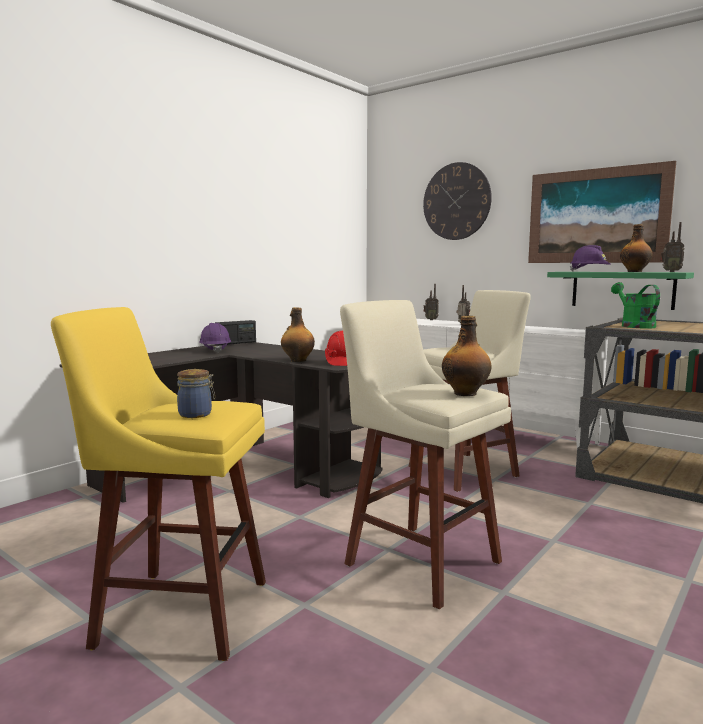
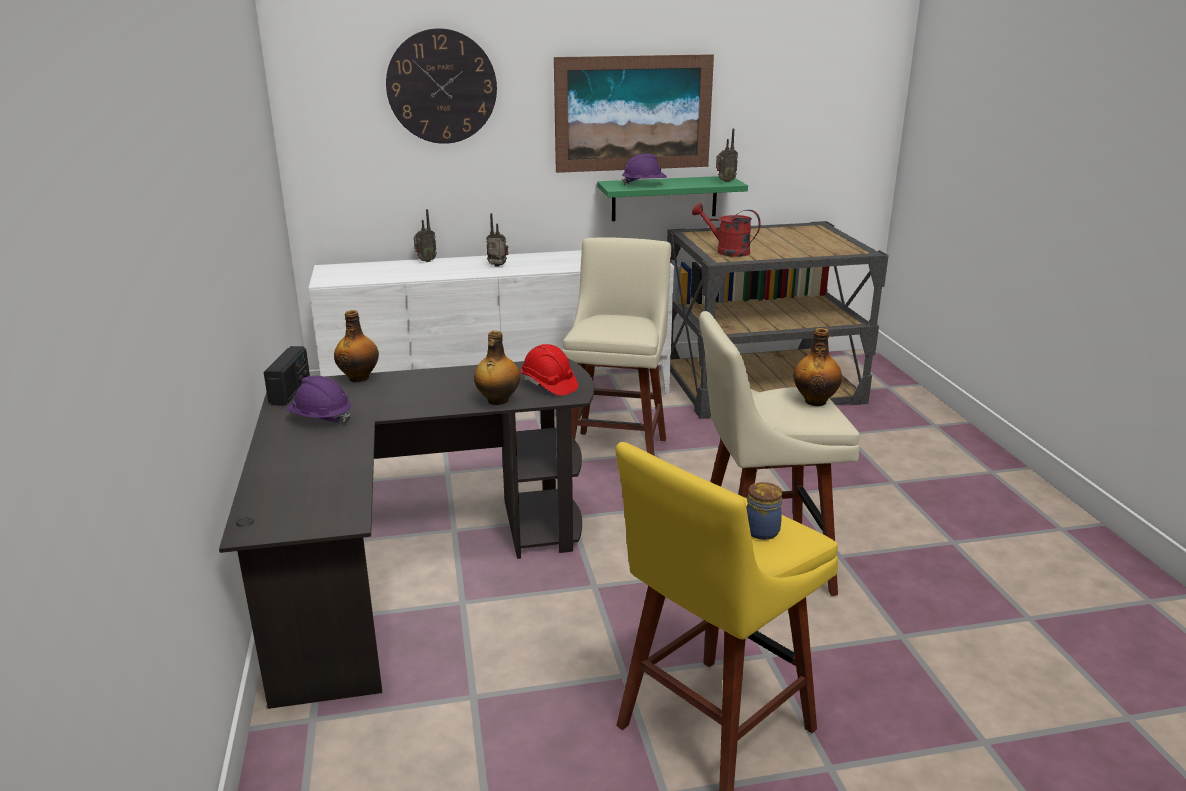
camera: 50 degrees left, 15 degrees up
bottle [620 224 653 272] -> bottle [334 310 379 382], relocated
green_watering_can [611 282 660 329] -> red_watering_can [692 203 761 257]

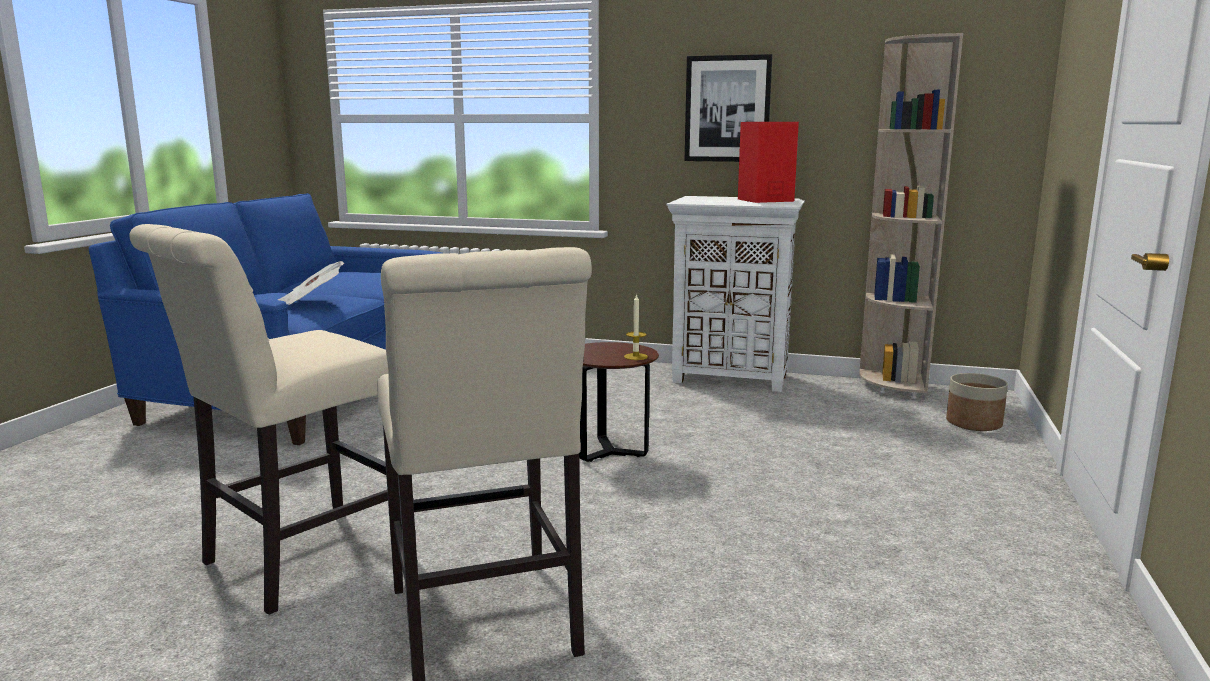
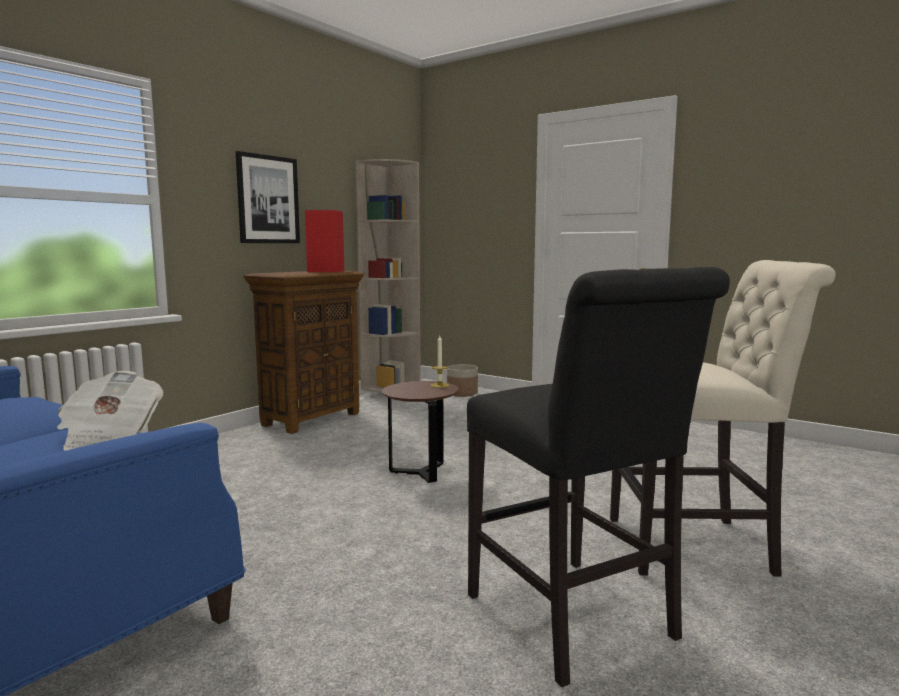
camera: 70 degrees left, 5 degrees down
white_cabinet [666 196 805 392] -> brown_cabinet [243 271 365 434]
beige_stool [129 224 388 615] -> black_stool [467 267 730 687]

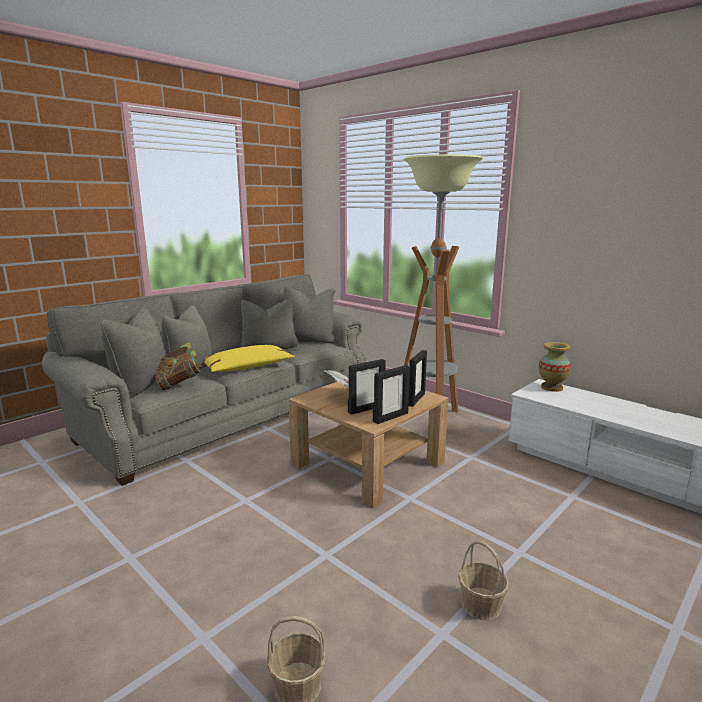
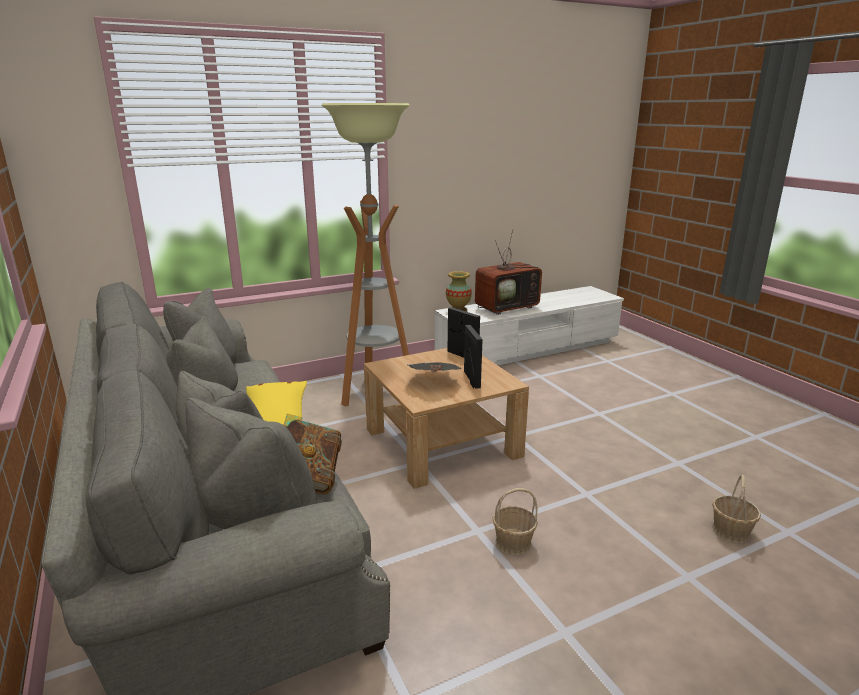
camera: 70 degrees left, 5 degrees up
none -> television [475 229 542 315]
basket [458 540 509 620] -> basket [493 488 538 555], relocated
picture_frame [373 365 410 424] -> none

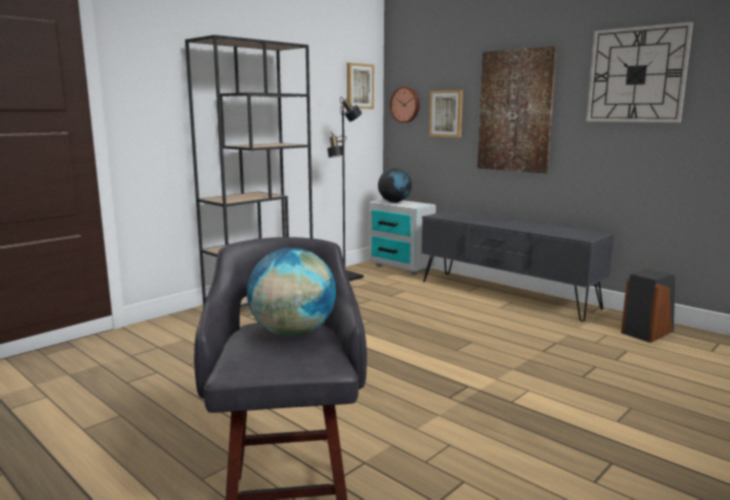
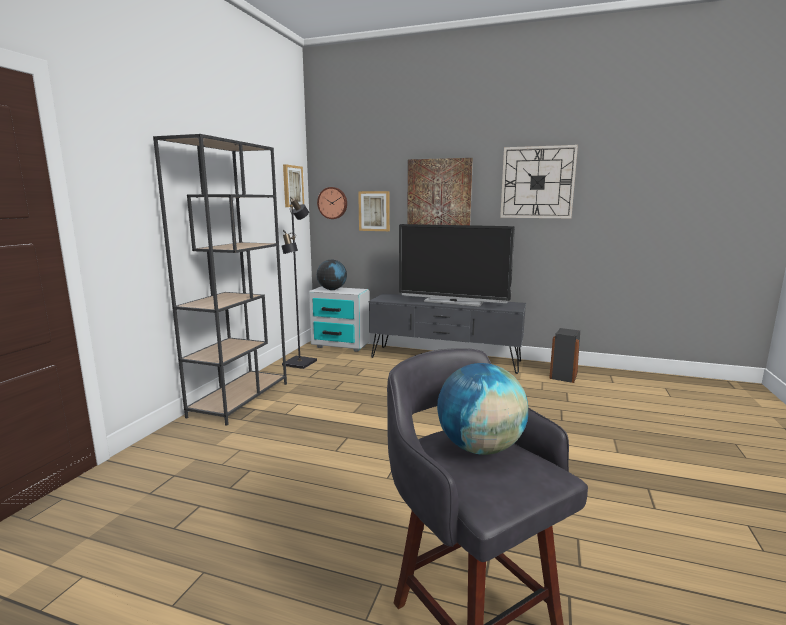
camera: 25 degrees left, 0 degrees up
none -> television [399 224 515 307]

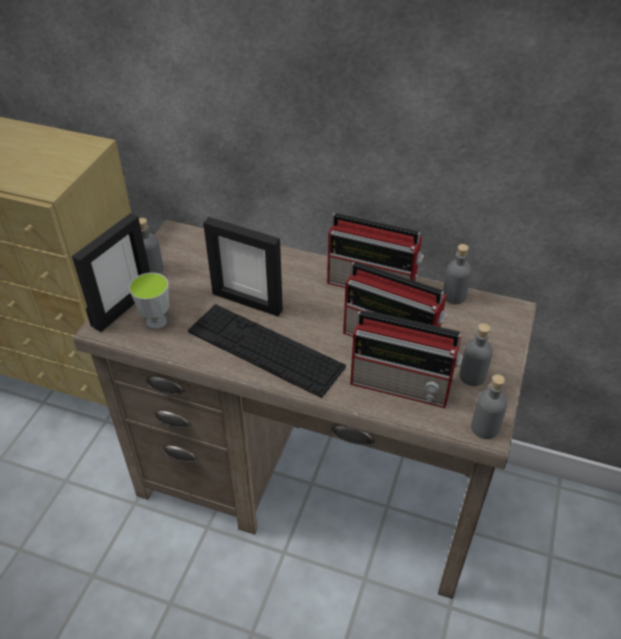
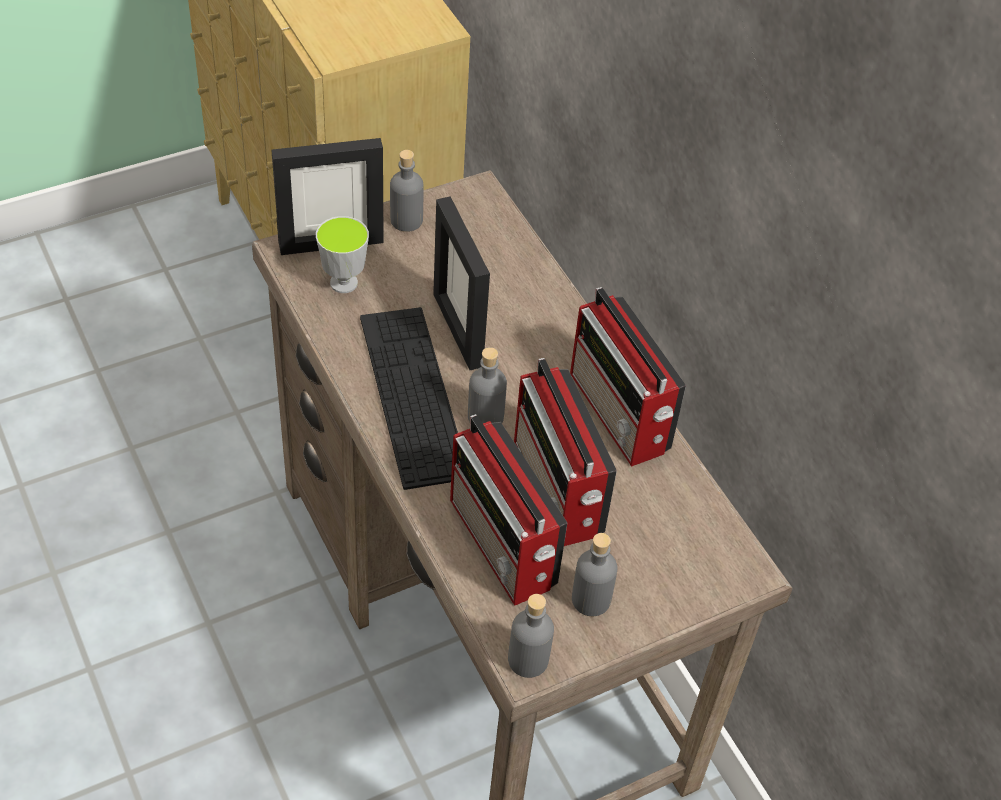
camera: 40 degrees right, 5 degrees up
grey_bottle [443 244 472 304] -> grey_bottle [468 347 507 424], relocated

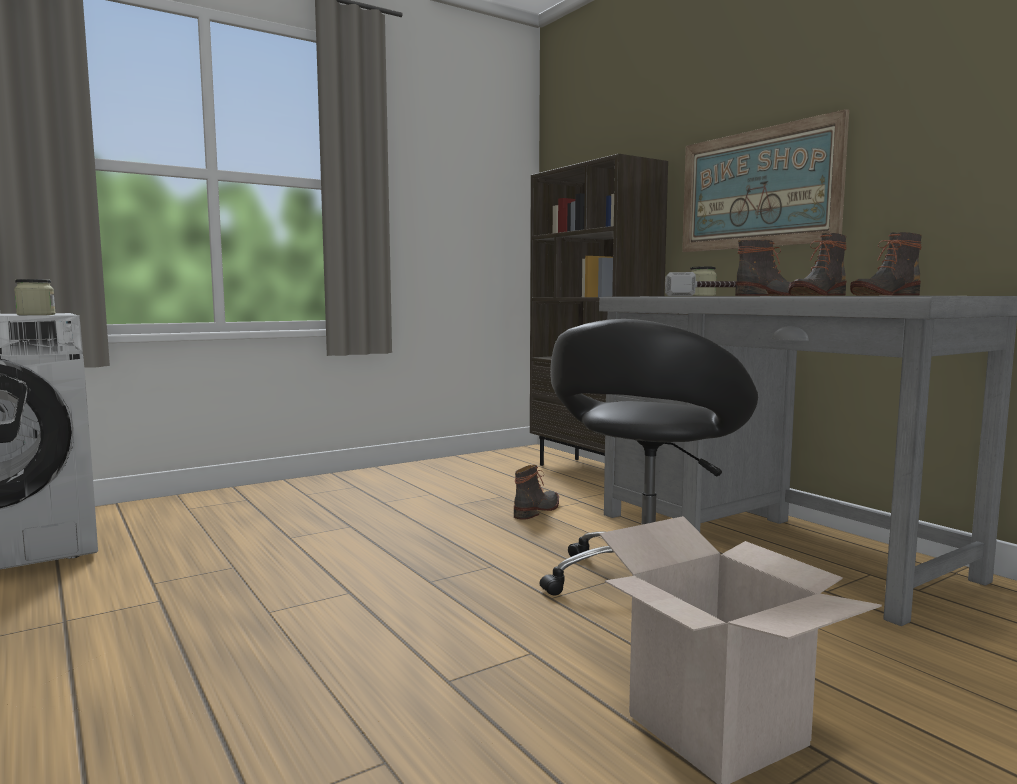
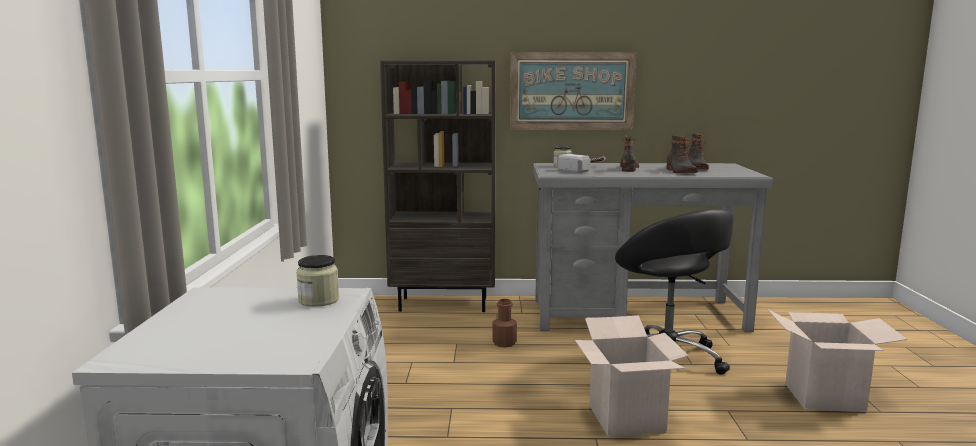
camera: 55 degrees left, 5 degrees up
boot [514 465 559 520] -> brown_bottle [492 299 517 348]
none -> cardboard_box [575 316 689 437]

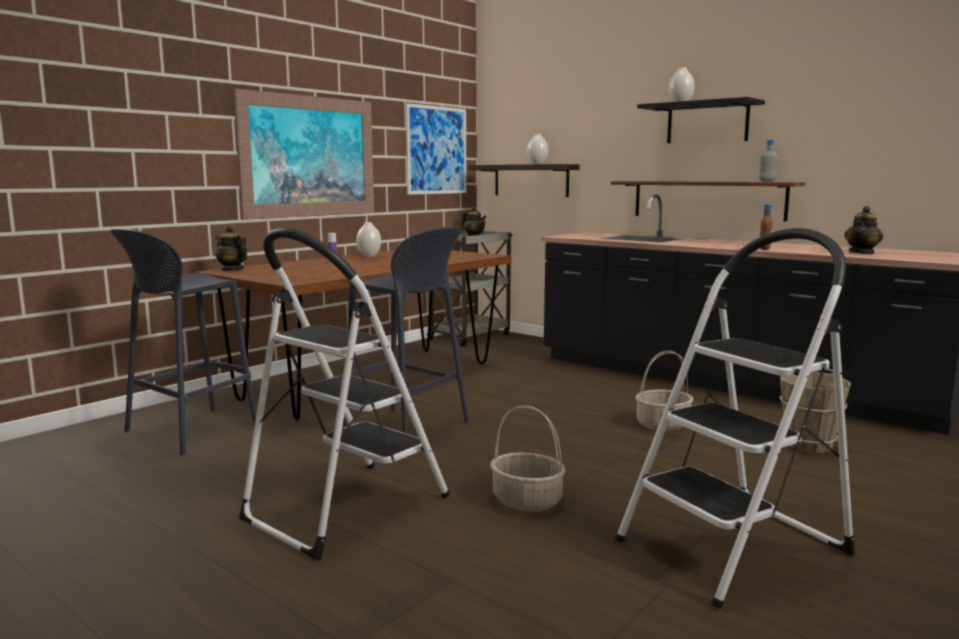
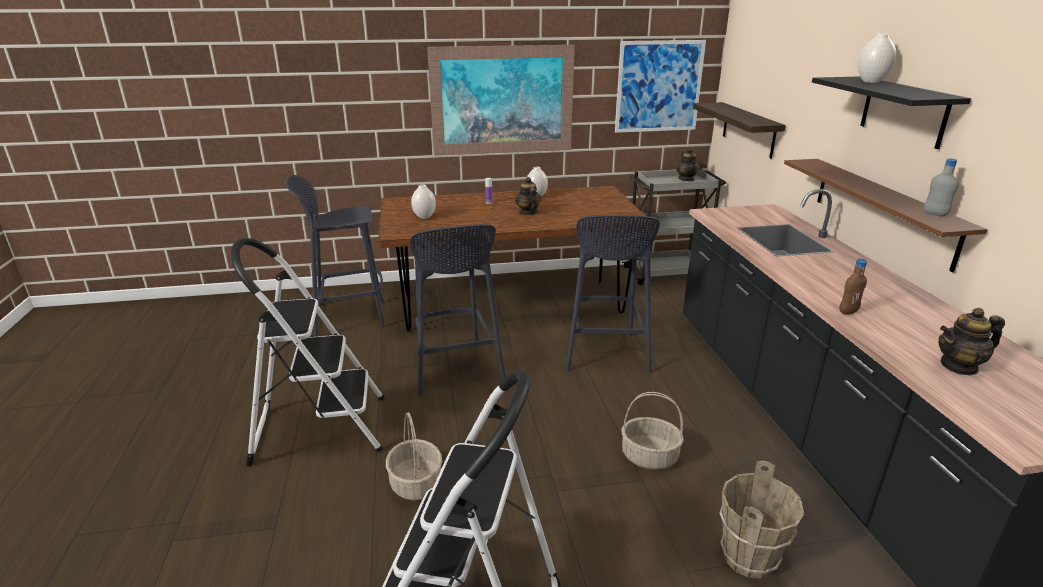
camera: 40 degrees right, 15 degrees up
white_vase [527 134 548 164] -> white_vase [411 184 436 219], relocated
teapot [215 226 247 271] -> teapot [515 177 542 215], relocated
none -> grey_stool [566 215 660 373]

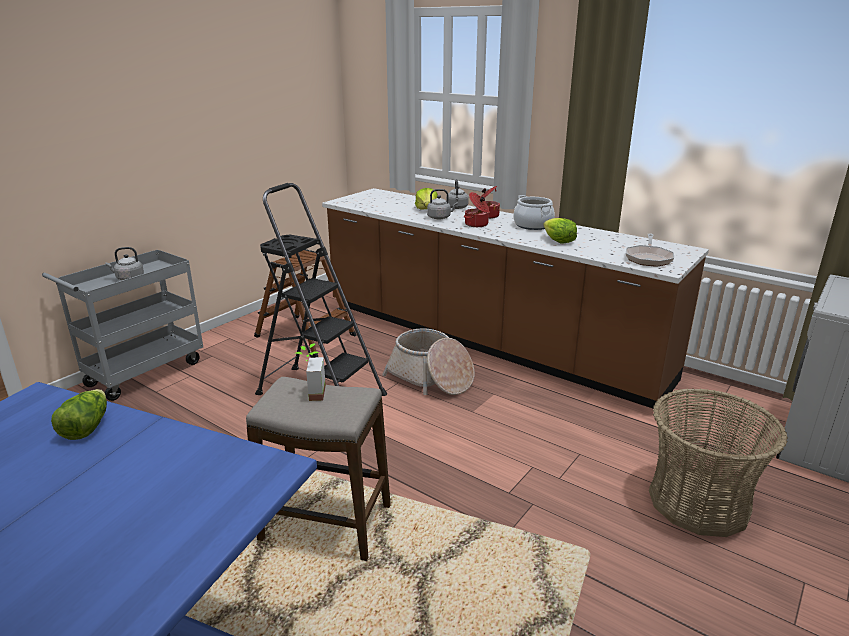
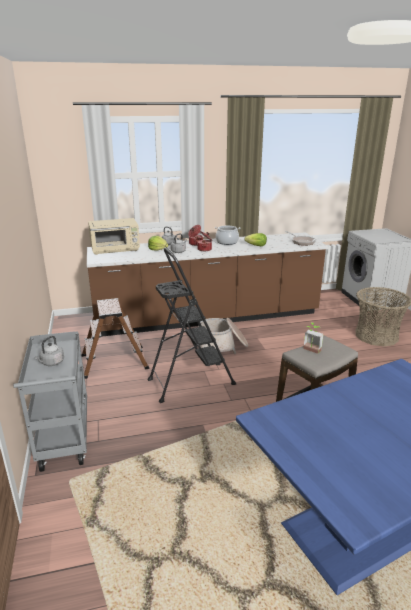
camera: 50 degrees left, 0 degrees up
none -> beige_microwave [88 218 140 255]
lettuce [51 389 107 440] -> none

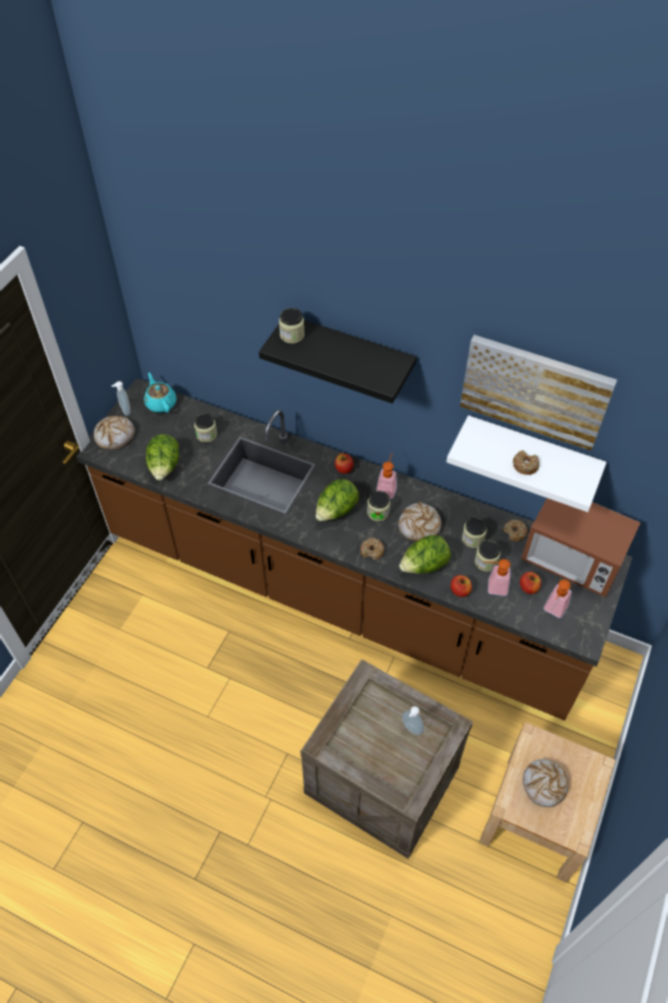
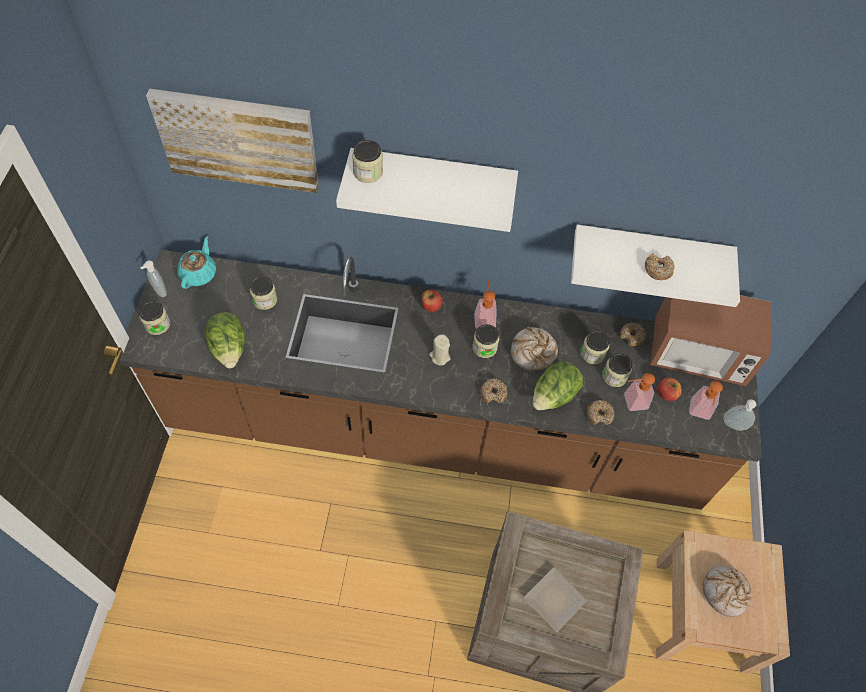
camera: 20 degrees left, 5 degrees up
bread [94 416 135 449] -> jar [139 301 170 335]
picture [460 335 617 451] -> picture [146 89 319 193], relocated
turquoise_teapot [144 373 177 413] -> turquoise_teapot [177 236 216 289], 60 degrees clockwise
black_shelf [259 320 417 404] -> white_shelf [336 148 518 232]
lettuce [316 479 359 521] -> beige_candle [429 334 450 366]
none -> plate [524 567 587 632]
apple [451 575 472 597] -> donut [587 400 614 425]
soap_dispenser [402 706 424 735] -> soap_dispenser [723 399 756 431], relocated

